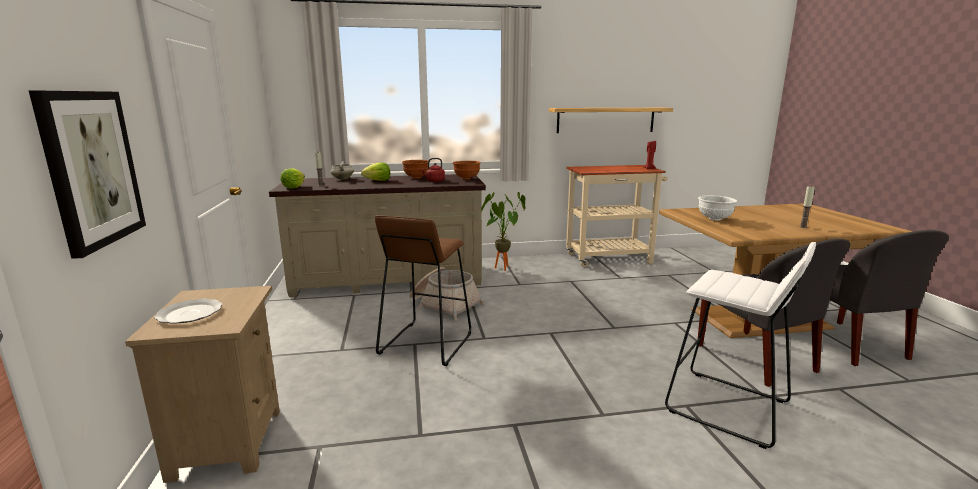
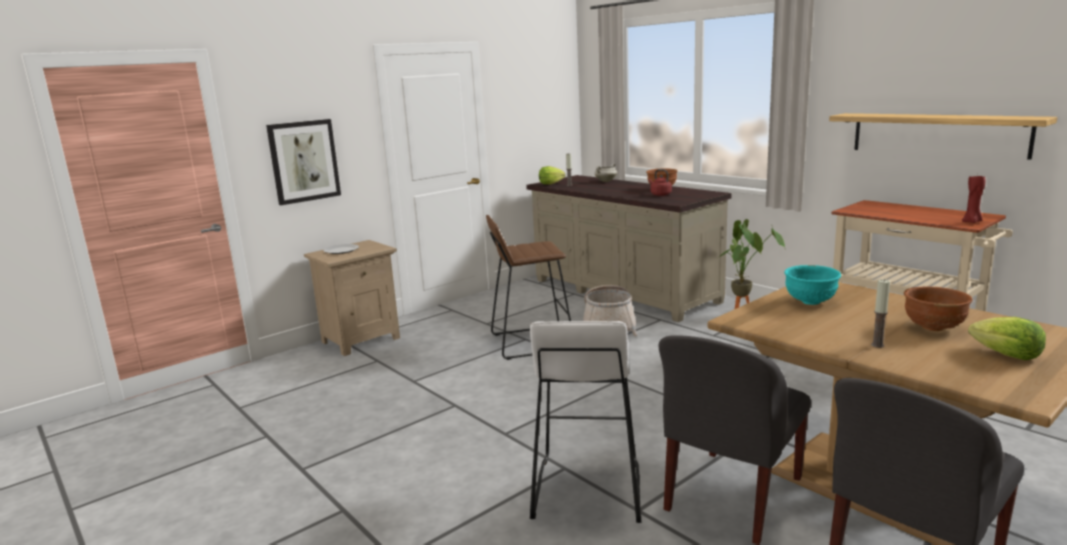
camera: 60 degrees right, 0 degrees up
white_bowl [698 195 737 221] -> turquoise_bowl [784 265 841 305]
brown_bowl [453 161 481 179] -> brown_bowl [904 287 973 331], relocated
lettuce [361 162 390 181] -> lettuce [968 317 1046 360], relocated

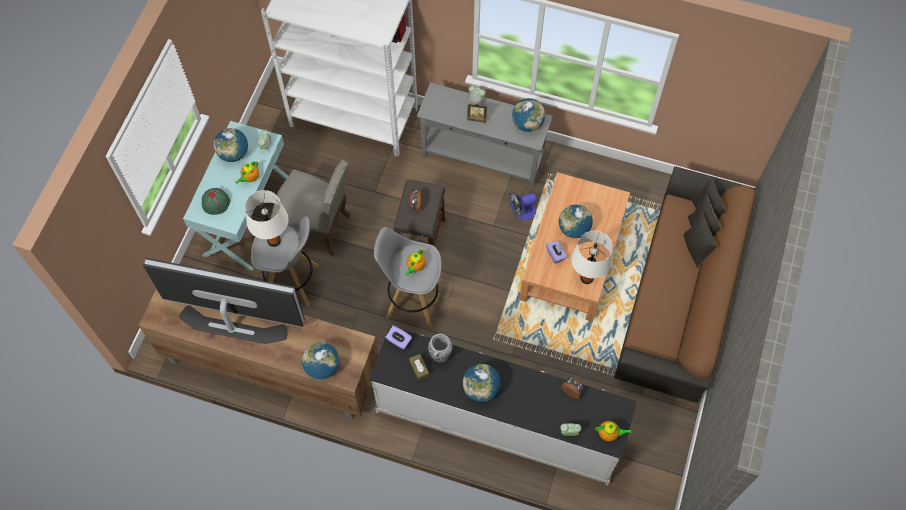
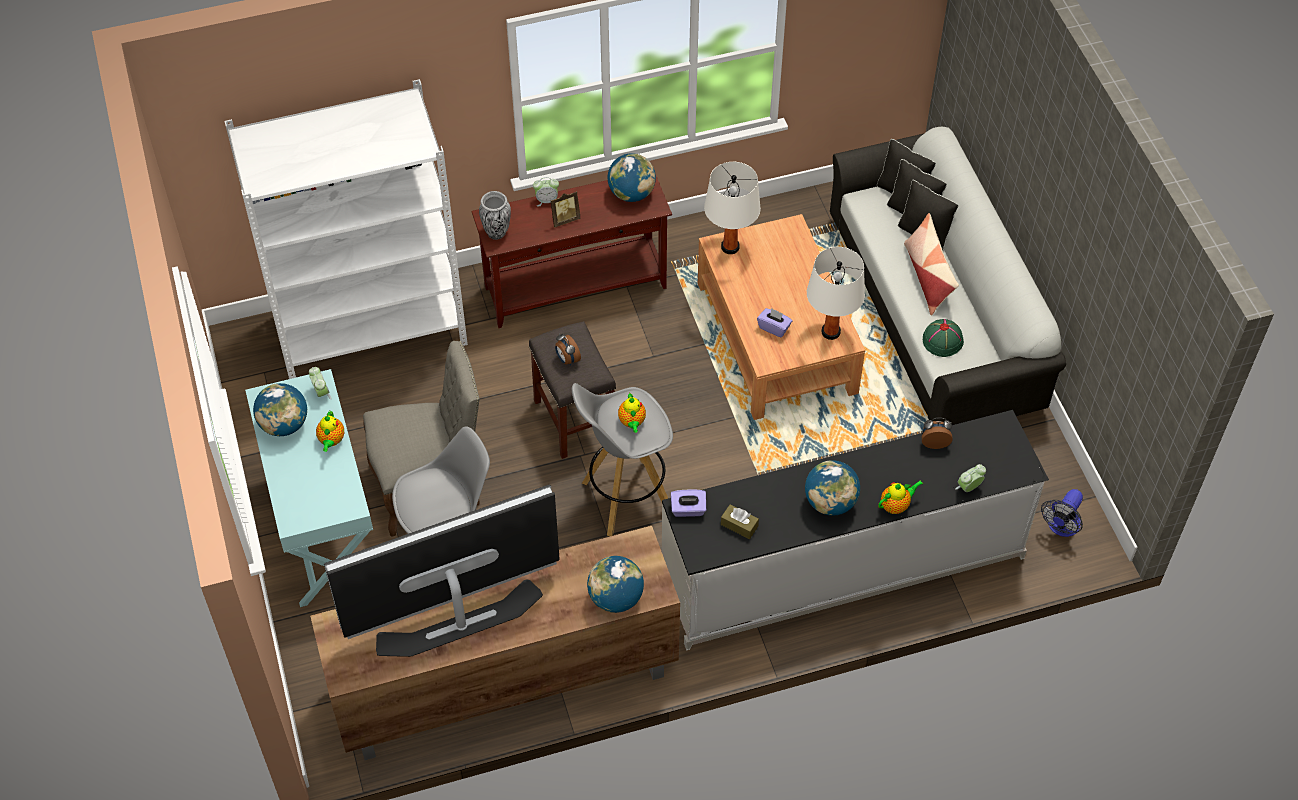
camera: 35 degrees left, 10 degrees down
grey_console_table [417 82 553 188] -> brown_console_table [472 176 672 328]
vase [428 333 453 362] -> vase [479 191 511 240], relocated
white_table_lamp [245 190 289 247] -> white_table_lamp [704 162 761 254], relocated
brown_sofa [614 166 756 403] -> white_sofa [830 127 1066 425]
teapot [595 421 631 441] -> teapot [878 480 923 514], relocated
none -> pillow [904 213 959 316]
green_hat [202 188 230 215] -> green_hat [923 319 964 357], relocated
fan [509 191 537 220] -> fan [1041 489 1083 537], relocated
globe [559 205 593 238] -> none

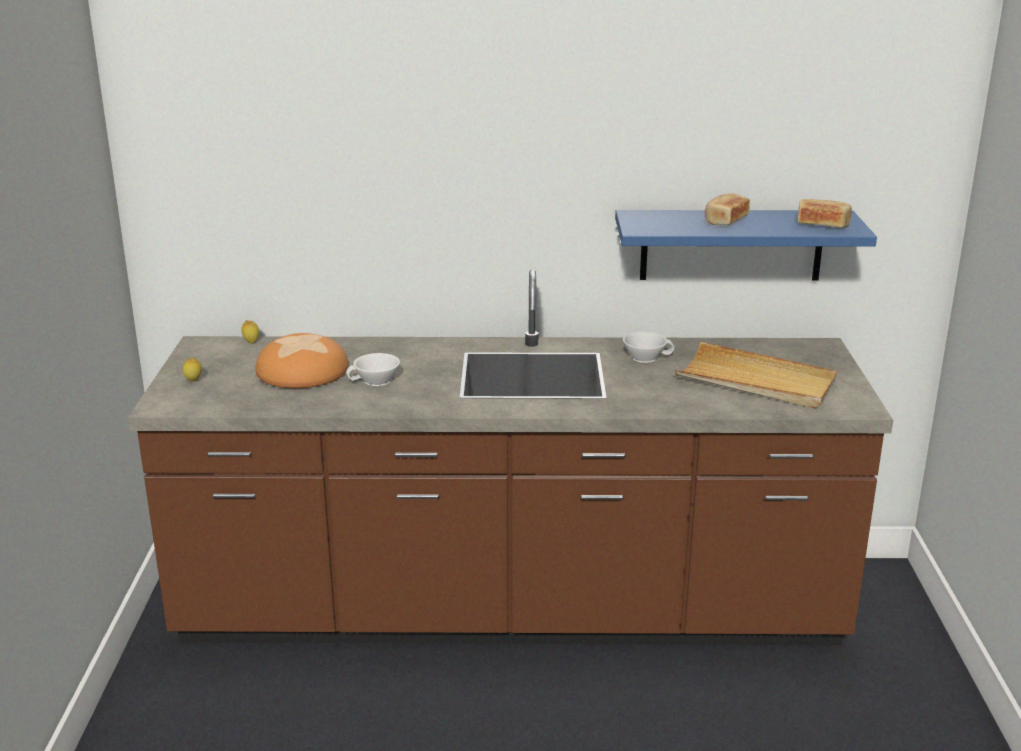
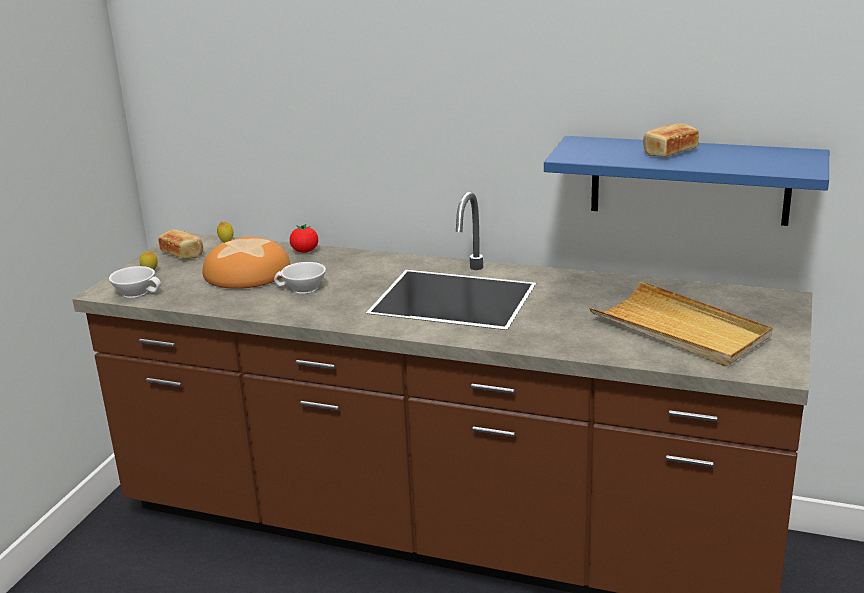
camera: 20 degrees right, 0 degrees up
white_cup [623 331 674 363] -> white_cup [109 266 161 298], relocated
bread [798 199 852 228] -> bread [158 230 203 259], relocated
none -> tomato [290 224 318 253]

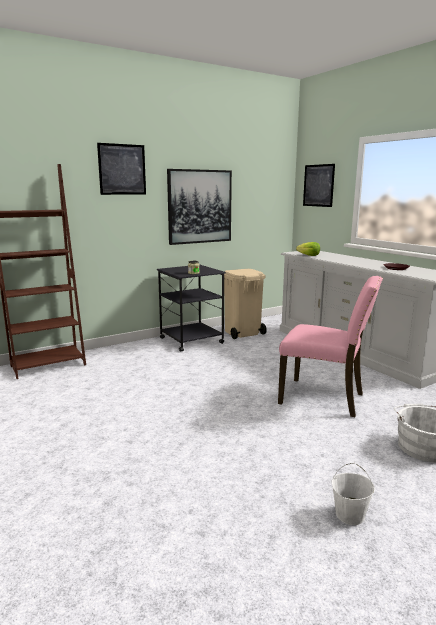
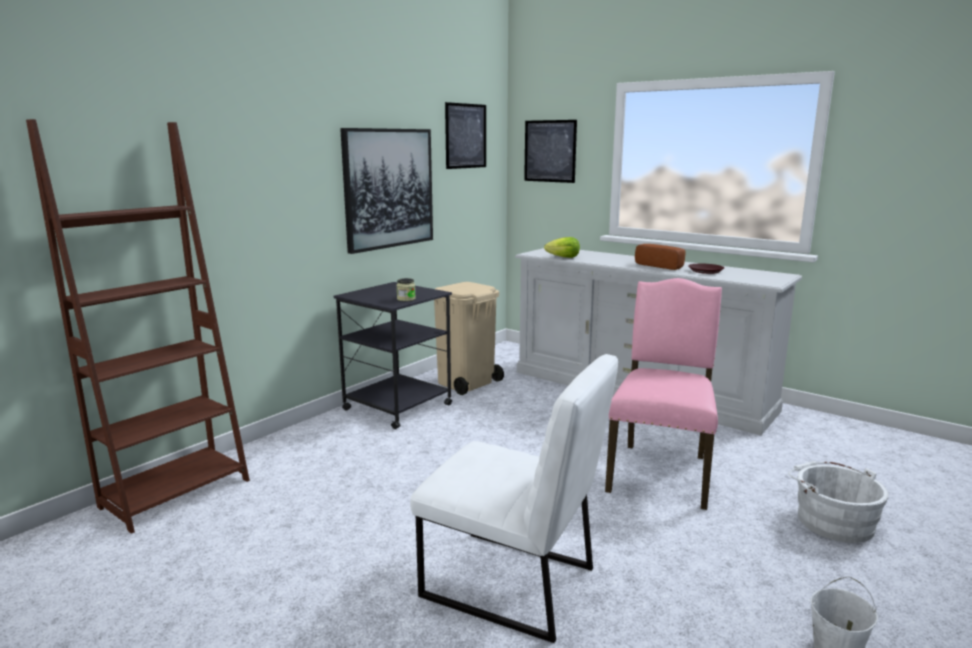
camera: 20 degrees left, 0 degrees up
none -> white_chair [410 354 618 643]
picture [97 143 146 195] -> picture [445 102 486 169], relocated
pink_chair [278 276 383 417] -> pink_chair [605 278 722 510], 75 degrees counterclockwise
none -> bread [635 244 686 270]

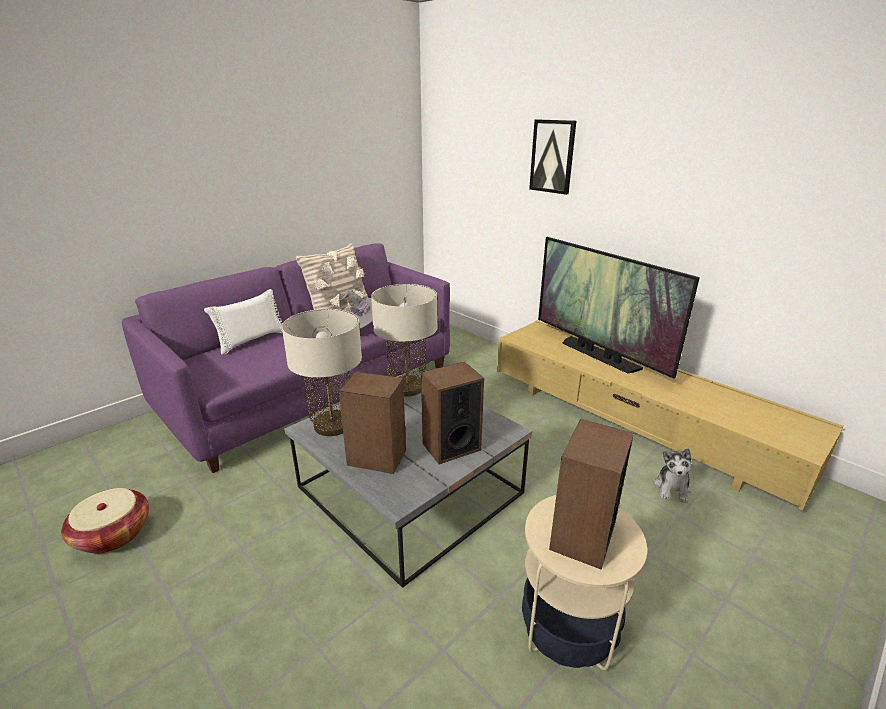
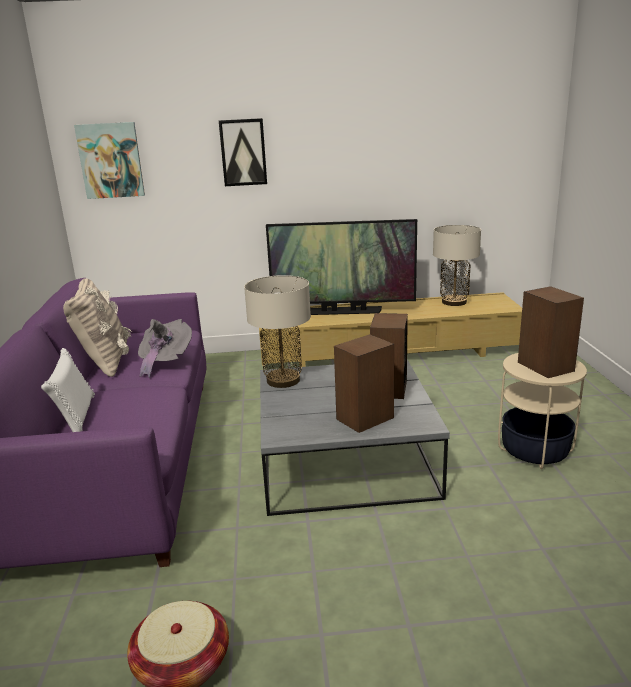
camera: 50 degrees left, 5 degrees down
none -> picture [74 122 145 199]
table_lamp [282 309 362 436] -> table_lamp [433 225 481 306], relocated
plush_toy [654 448 691 503] -> none

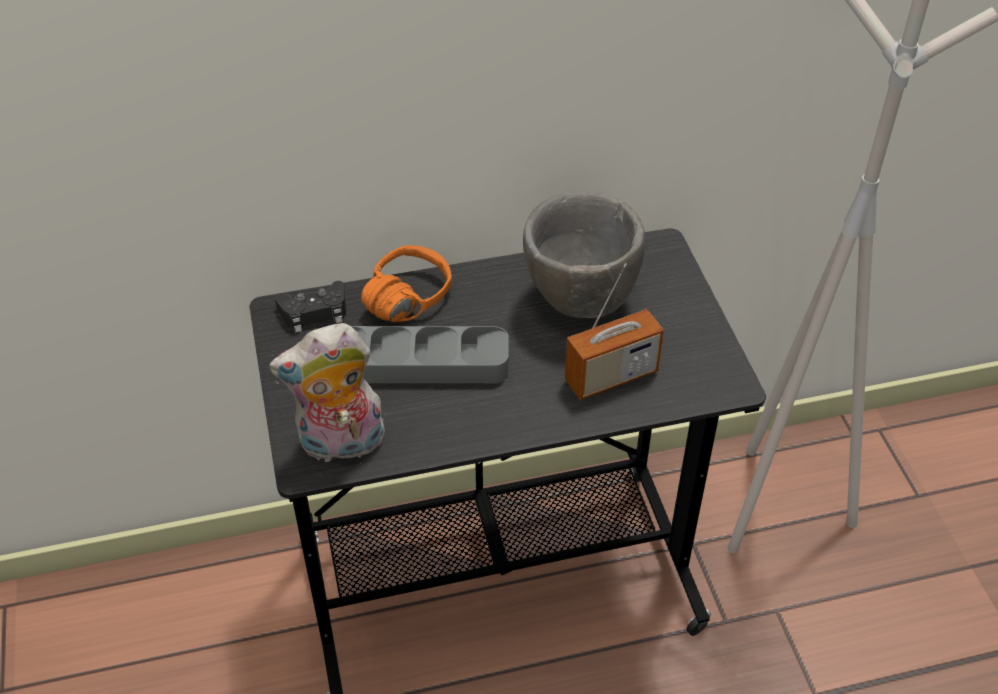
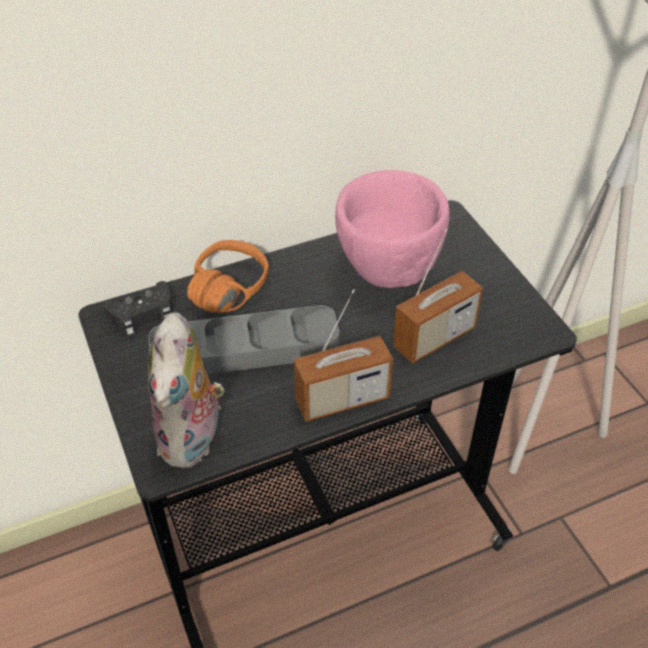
camera: 10 degrees left, 0 degrees up
plush_toy [269 323 385 462] -> plush_toy [148 312 227 468], 60 degrees counterclockwise
none -> radio [294 289 393 422]
grey_bowl [523 191 646 318] -> pink_bowl [335 170 450 288]

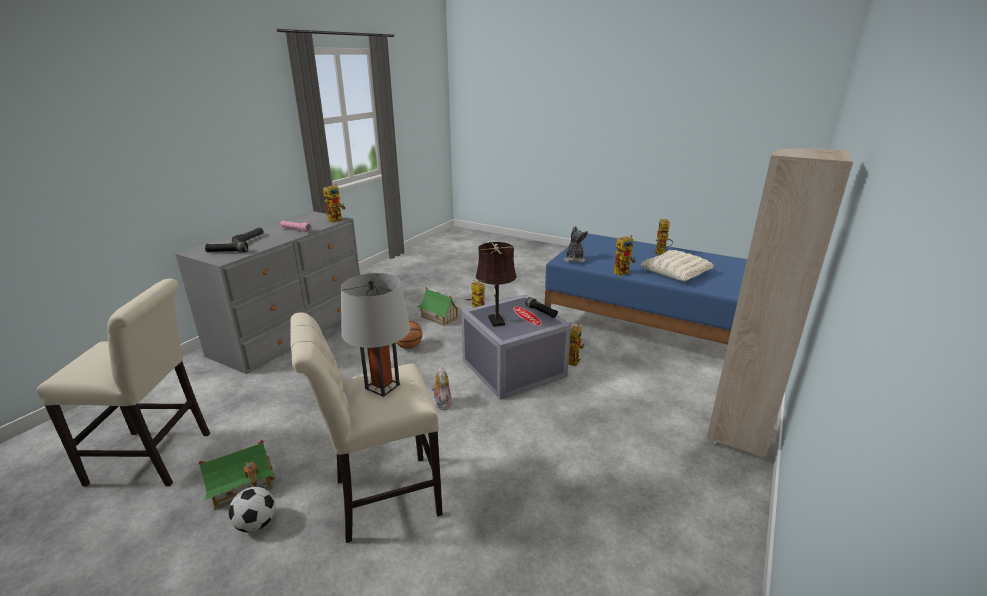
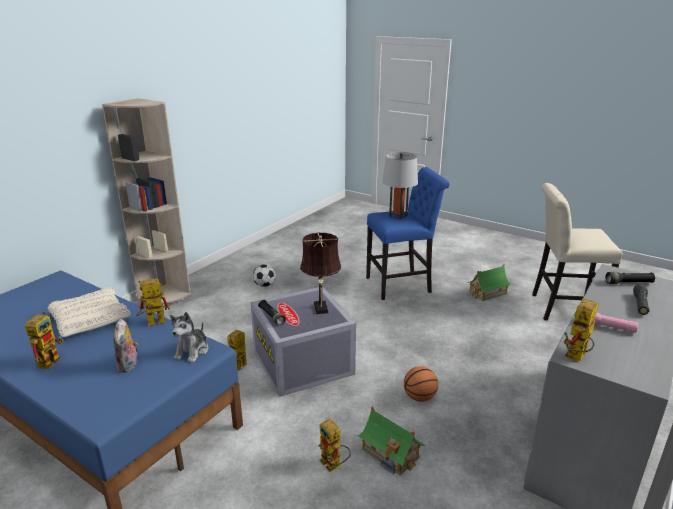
camera: 175 degrees left, 0 degrees up
plush_toy [432 367 452 410] -> plush_toy [113 319 138 372], relocated
football [228 487 275 533] -> football [253 264 276 287], relocated
beige_stool [290 313 443 543] -> blue_stool [366 167 450 300]

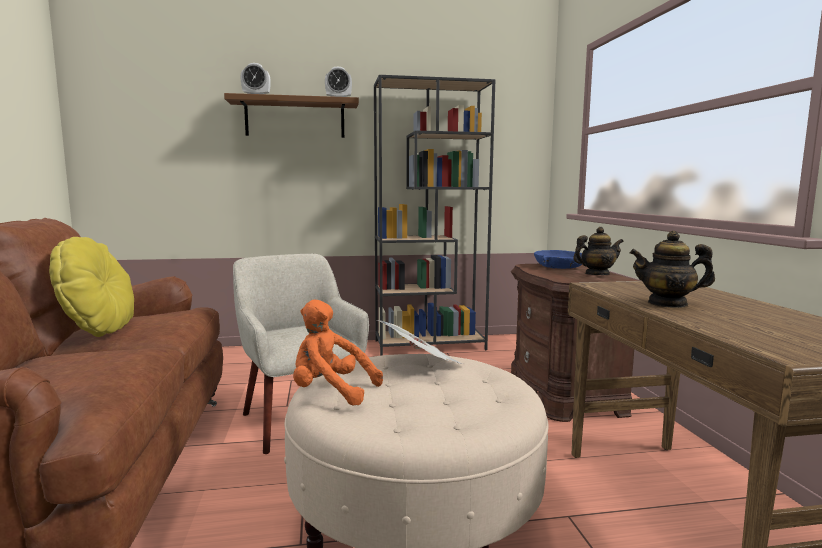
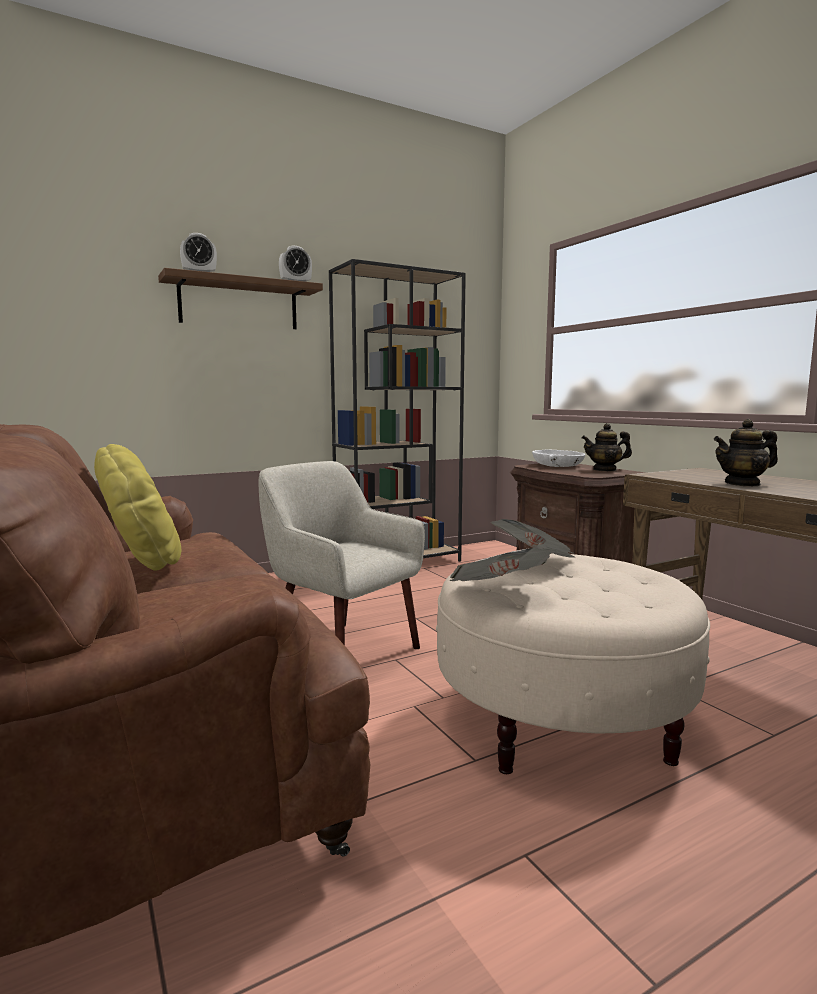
camera: 20 degrees left, 0 degrees up
orange_plush_toy [293 299 383 406] -> newspaper [449 548 552 581]
blue_bowl [534 250 582 269] -> white_bowl [532 449 585 467]
teapot [573 227 624 275] -> teapot [582 423 632 471], 150 degrees counterclockwise

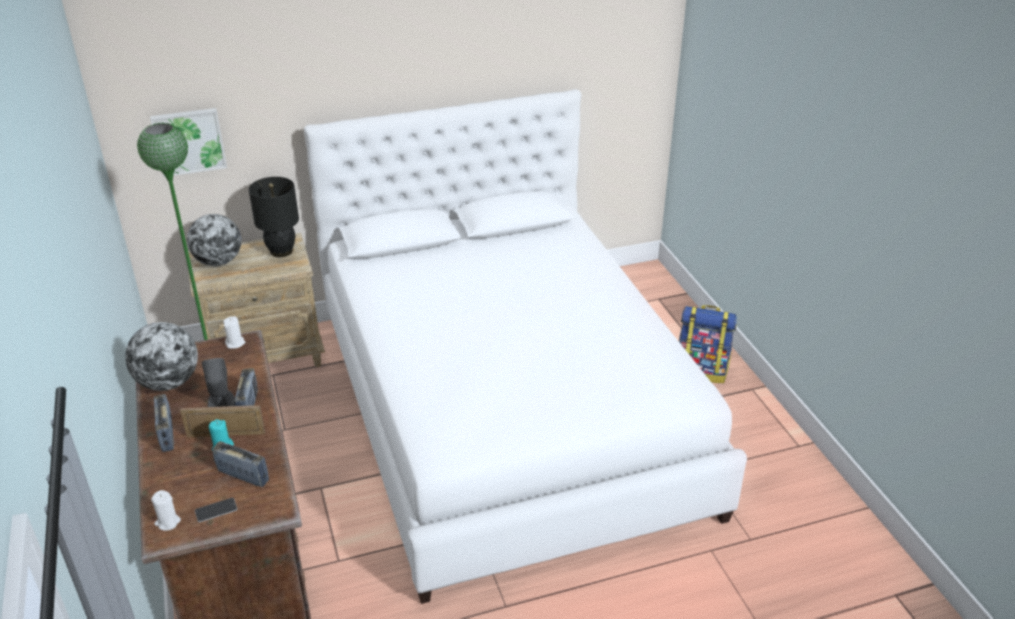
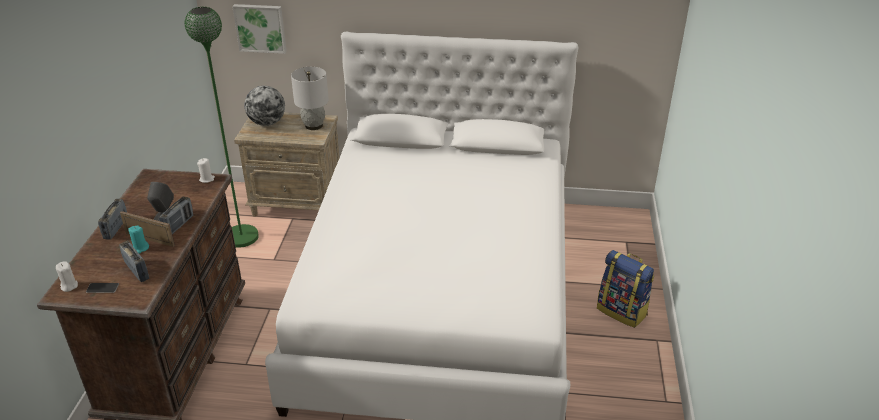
camera: 25 degrees right, 0 degrees up
black_table_lamp [249 177 299 257] -> white_table_lamp [291 67 329 130]
globe [125 322 198 391] -> none

